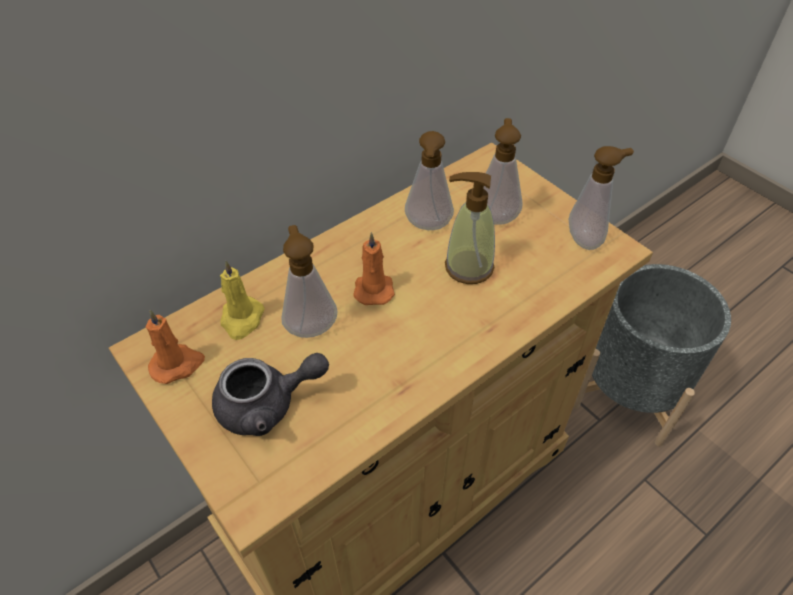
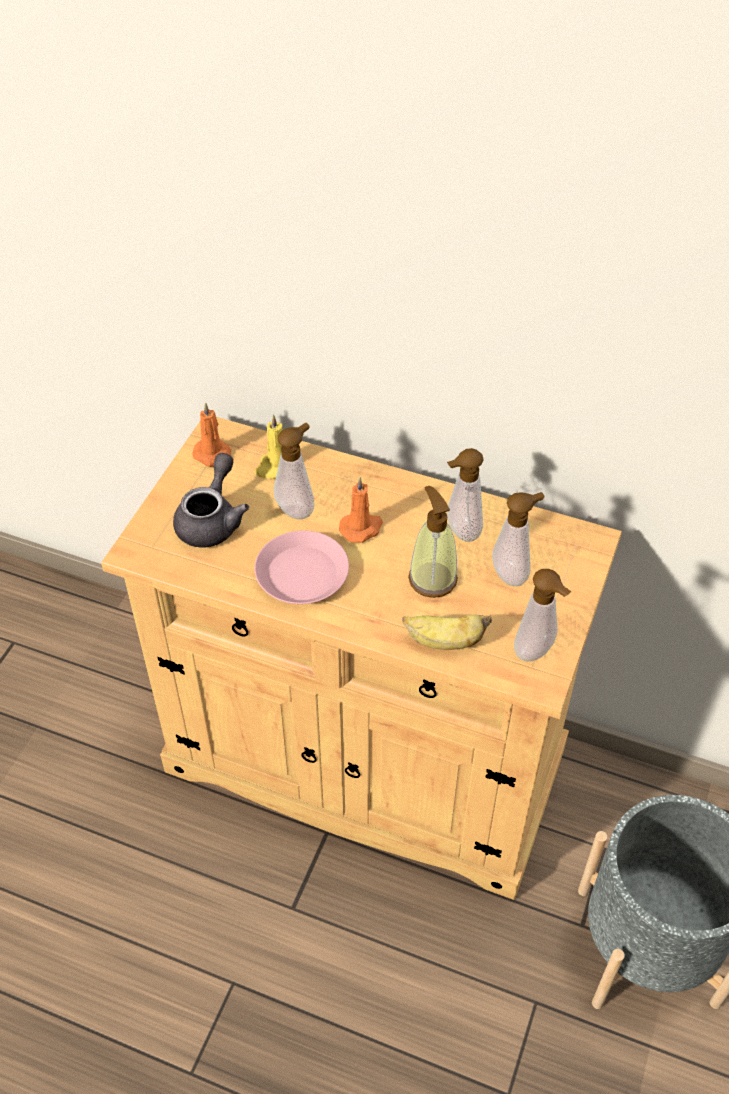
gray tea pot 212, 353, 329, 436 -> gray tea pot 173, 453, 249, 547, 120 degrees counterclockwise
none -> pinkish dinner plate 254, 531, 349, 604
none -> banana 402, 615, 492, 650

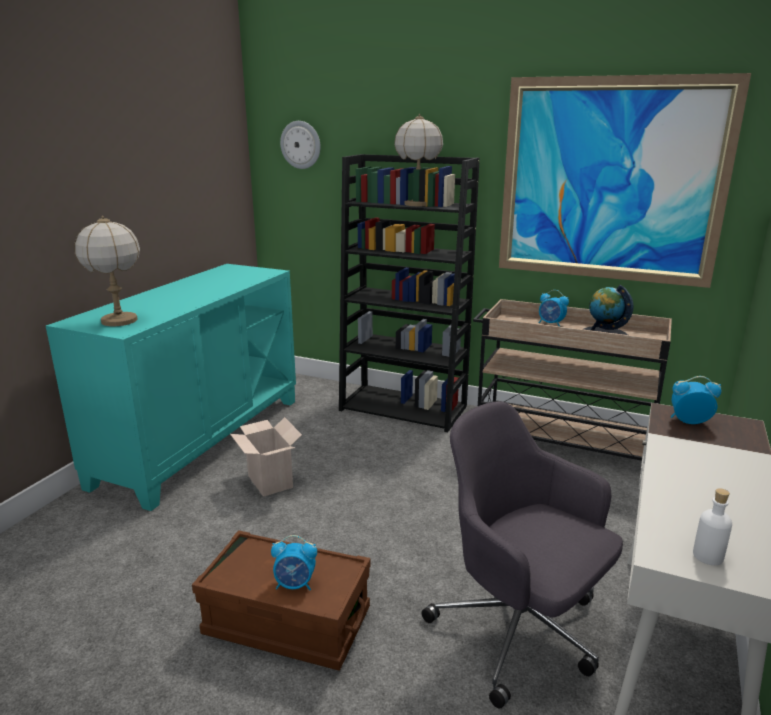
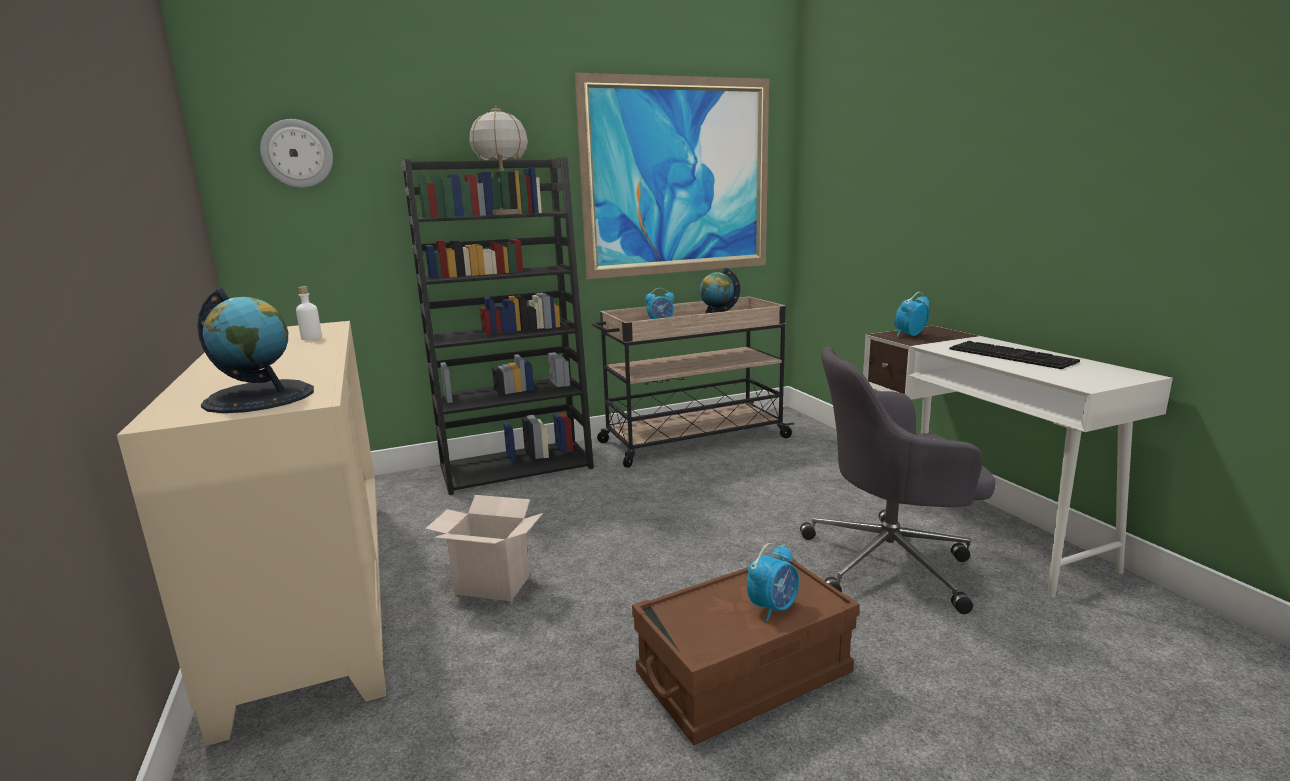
turquoise storage cabinet 46, 264, 296, 511 -> sand-coloured storage cabinet 117, 321, 386, 746
table lamp 74, 216, 140, 326 -> desk globe 197, 287, 314, 413
white-coloured beverage bottle 693, 488, 732, 565 -> white-coloured beverage bottle 296, 286, 322, 340, move
none -> computer keyboard 949, 341, 1080, 369

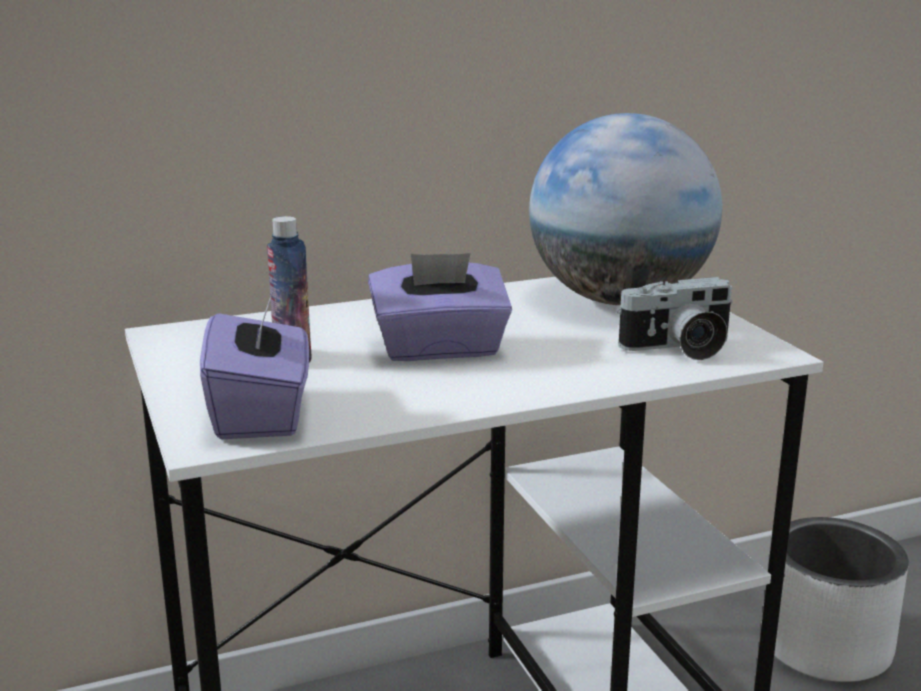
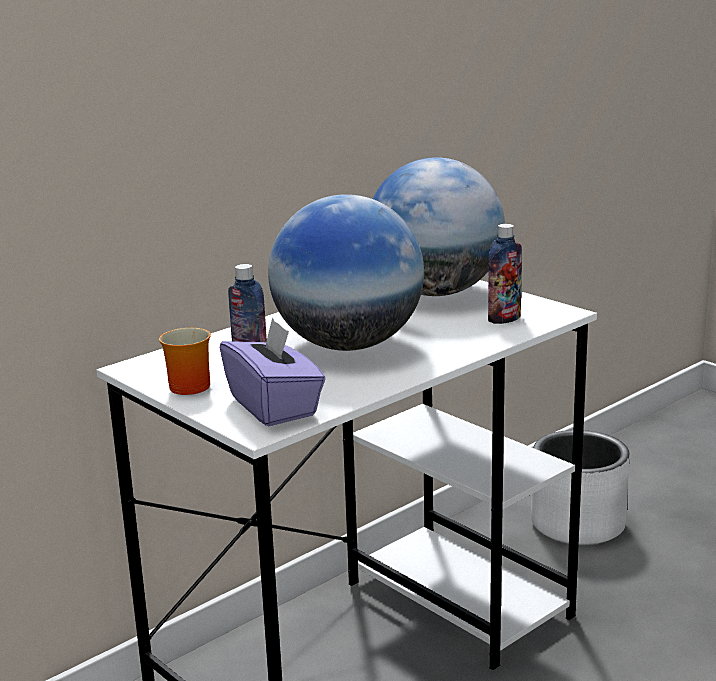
none -> coffee mug 159, 328, 211, 395
purplish tissue box 368, 253, 512, 361 -> desk globe 268, 194, 424, 351
still camera 617, 277, 733, 360 -> beverage bottle 488, 224, 522, 324

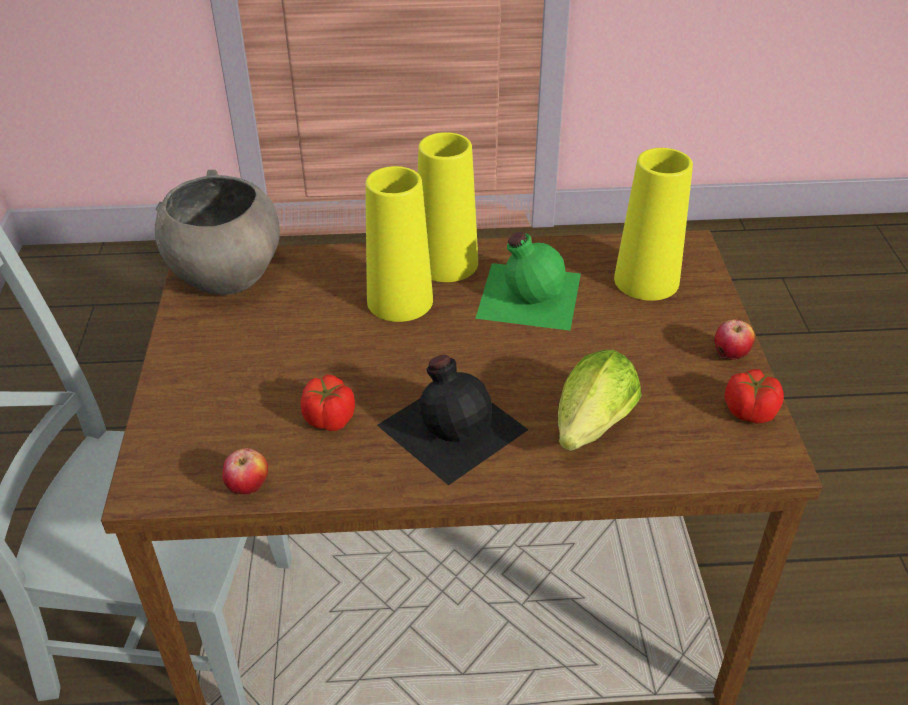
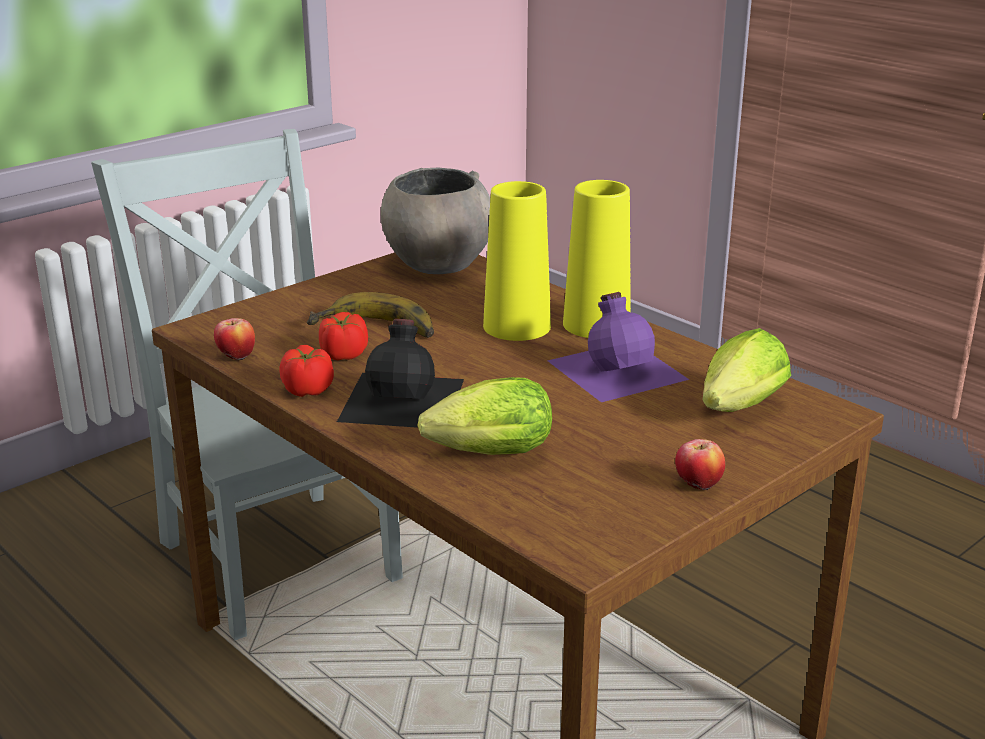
whole tomato 724, 369, 784, 423 -> whole tomato 280, 345, 334, 397, move
none -> banana 307, 292, 434, 338
green-coloured beverage bottle 475, 232, 581, 331 -> purplish beverage bottle 547, 292, 689, 402
yellow flower vase 614, 148, 693, 301 -> lettuce 702, 328, 791, 412

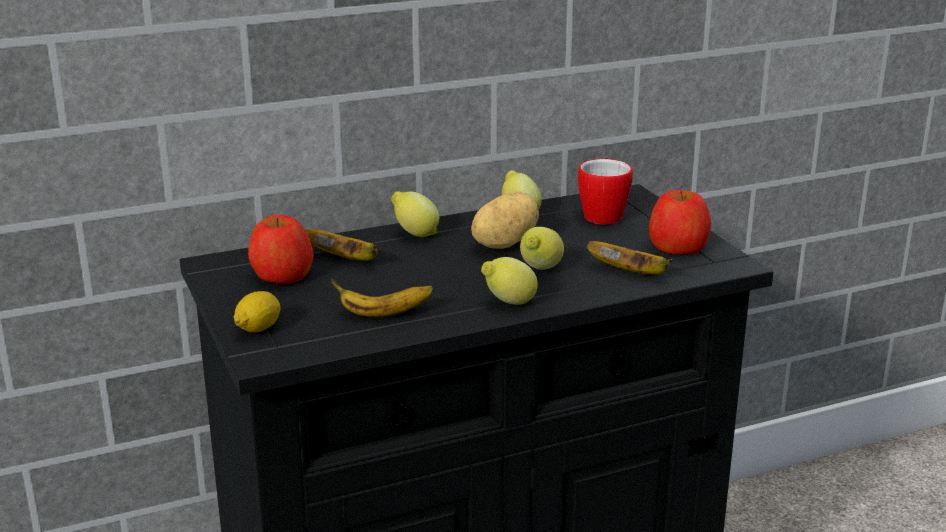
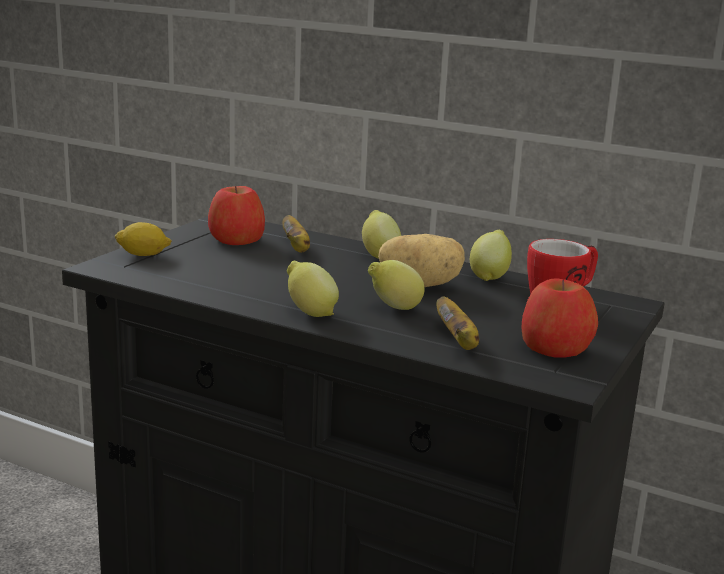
banana 331, 279, 434, 318 -> none

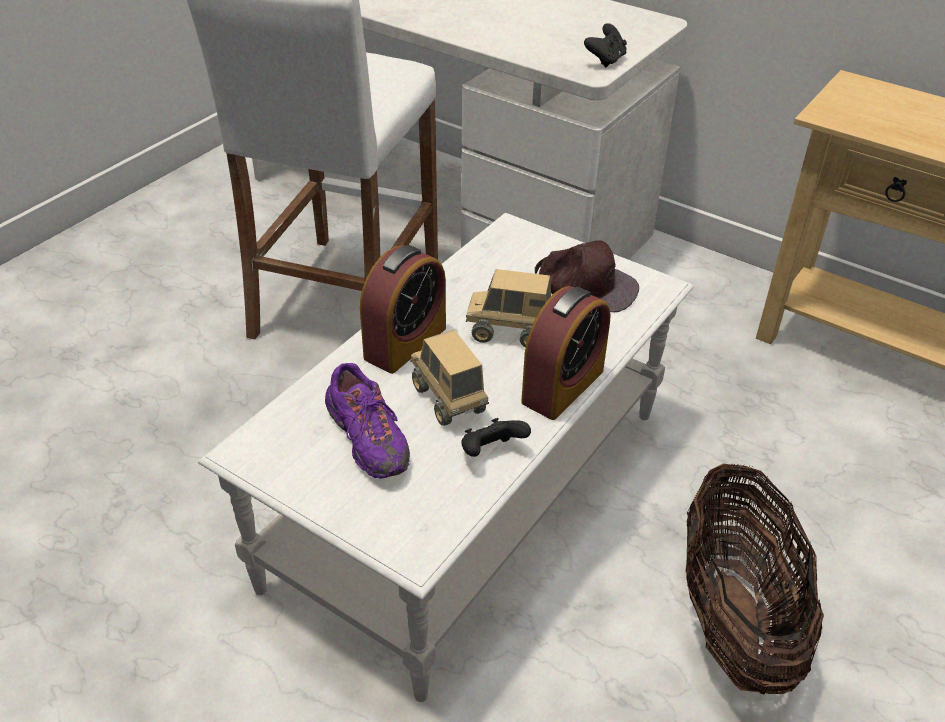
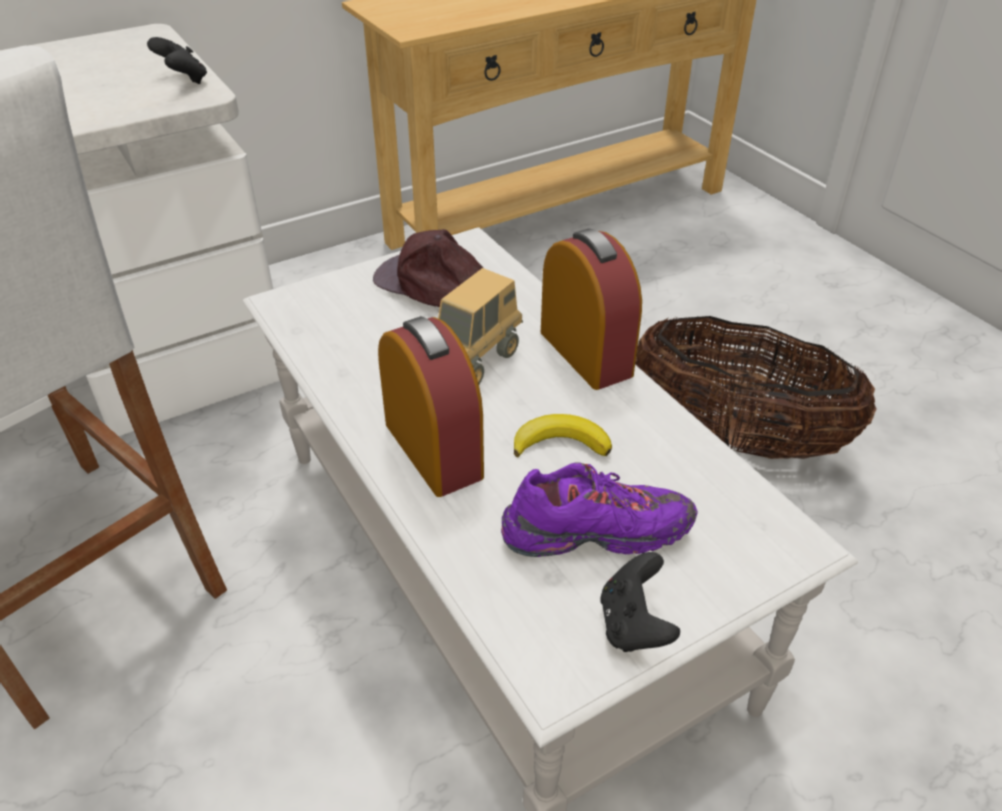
brown-coloured peaked cap 535, 240, 639, 312 -> brown-coloured peaked cap 373, 229, 483, 307, 105 degrees counterclockwise
toy lorry 410, 330, 489, 426 -> banana 514, 414, 612, 457
black game controller 461, 418, 531, 457 -> black game controller 600, 552, 680, 652, move

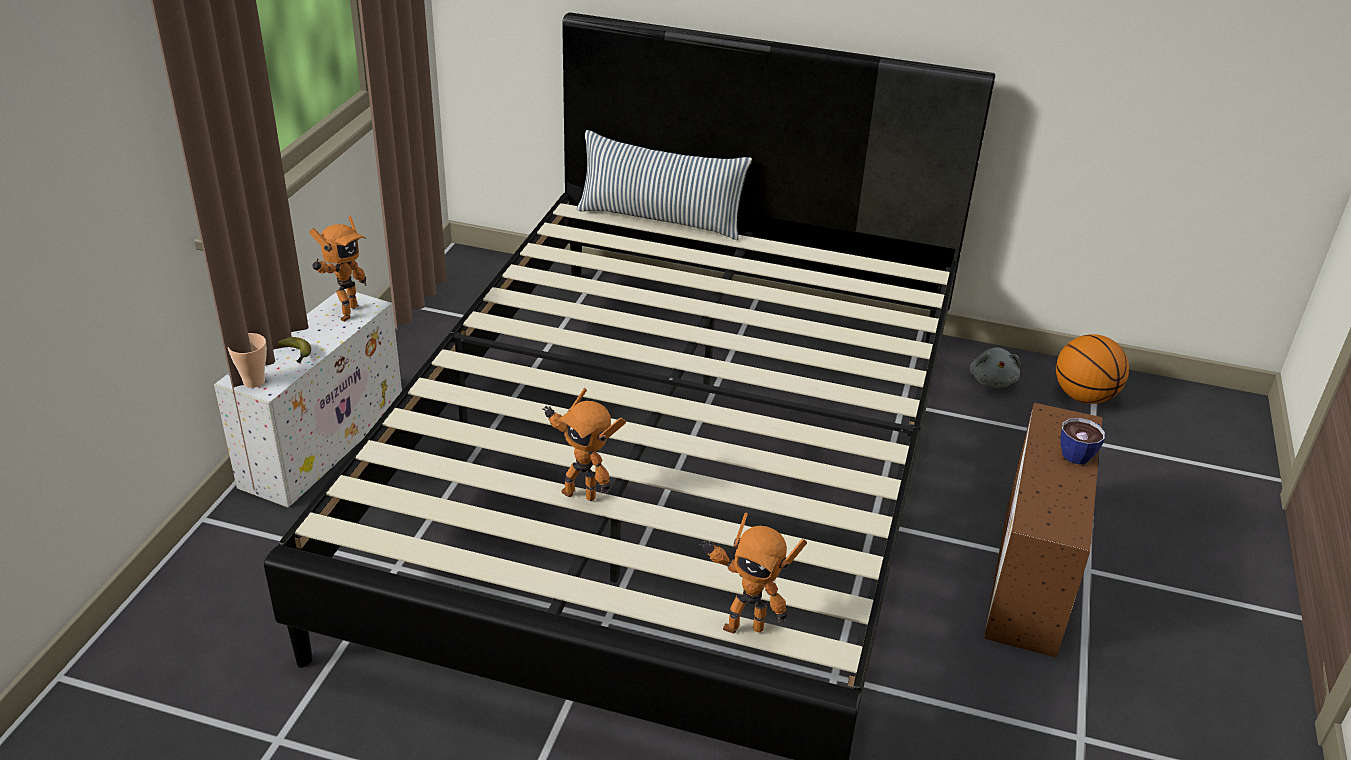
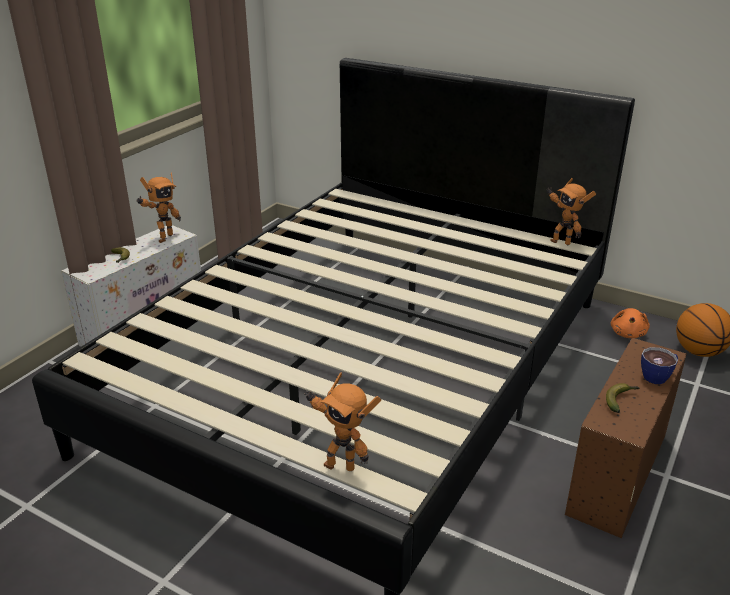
toy robot 543, 388, 626, 501 -> toy robot 546, 178, 596, 245, move
none -> banana 606, 383, 639, 413
gray soft toy 970, 347, 1021, 388 -> orangey soft toy 611, 308, 649, 338
small cup 228, 333, 267, 388 -> none
cushion 577, 130, 752, 240 -> none

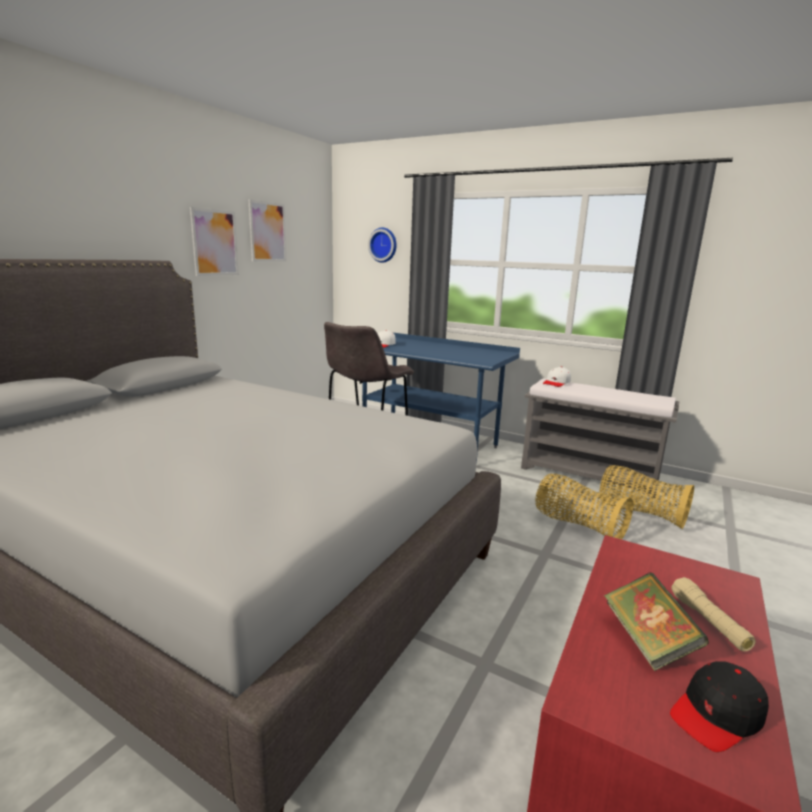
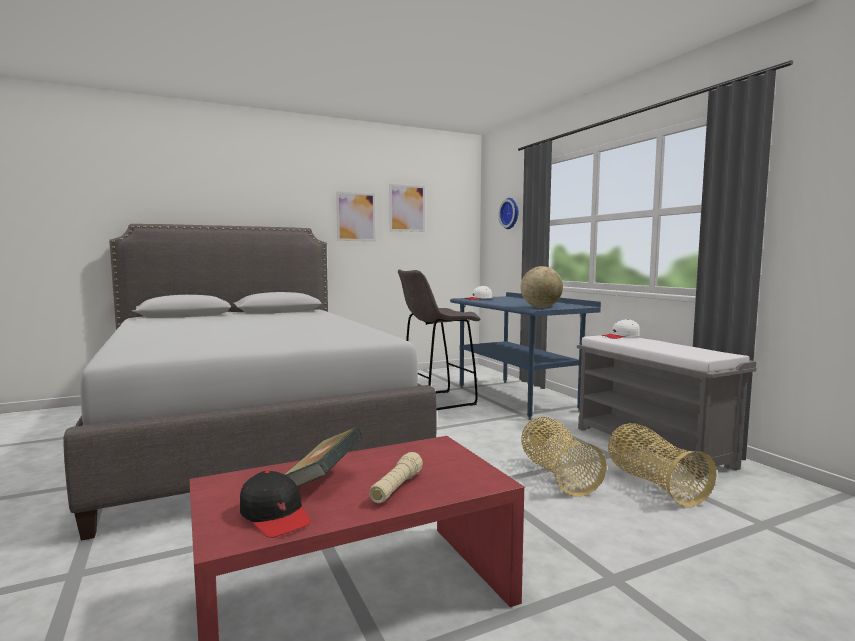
black peaked cap 670, 661, 769, 752 -> black peaked cap 240, 471, 311, 538, 135 degrees counterclockwise
none -> desk globe 521, 266, 563, 308

